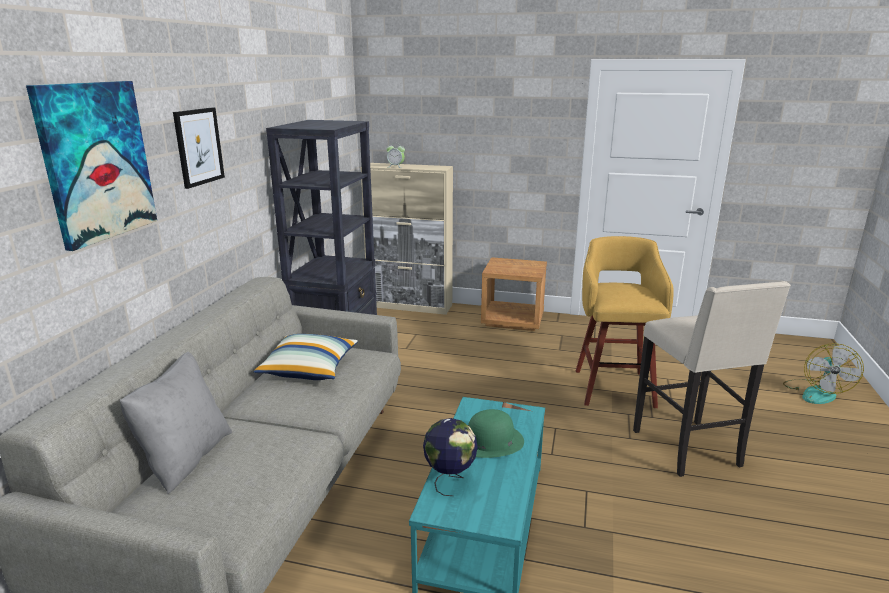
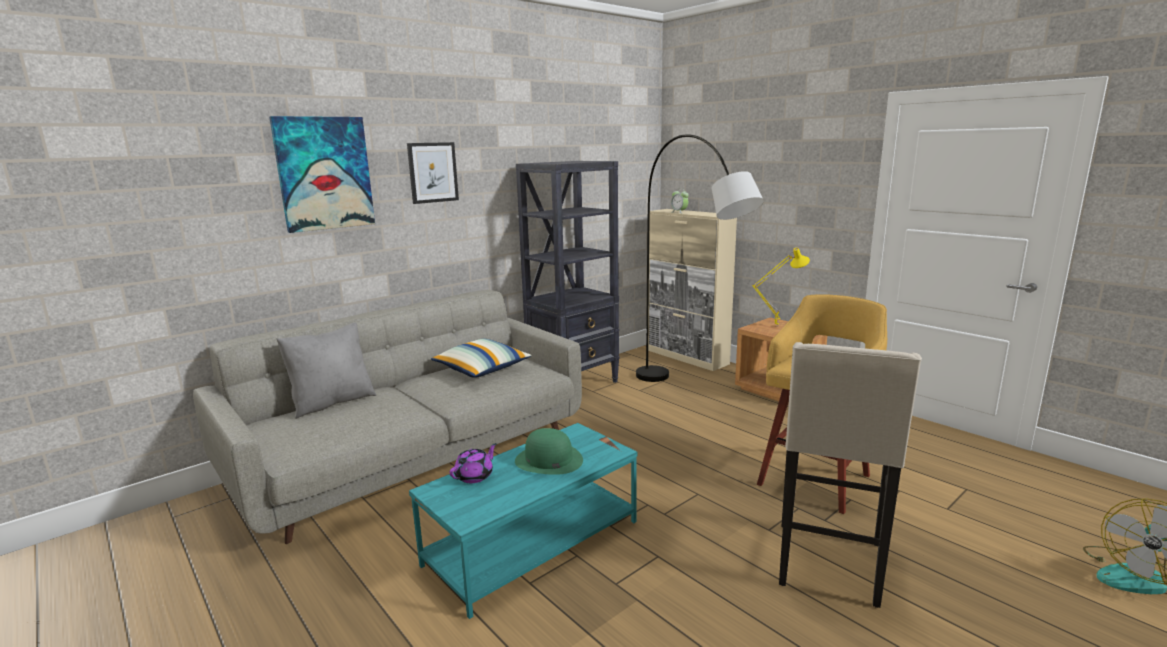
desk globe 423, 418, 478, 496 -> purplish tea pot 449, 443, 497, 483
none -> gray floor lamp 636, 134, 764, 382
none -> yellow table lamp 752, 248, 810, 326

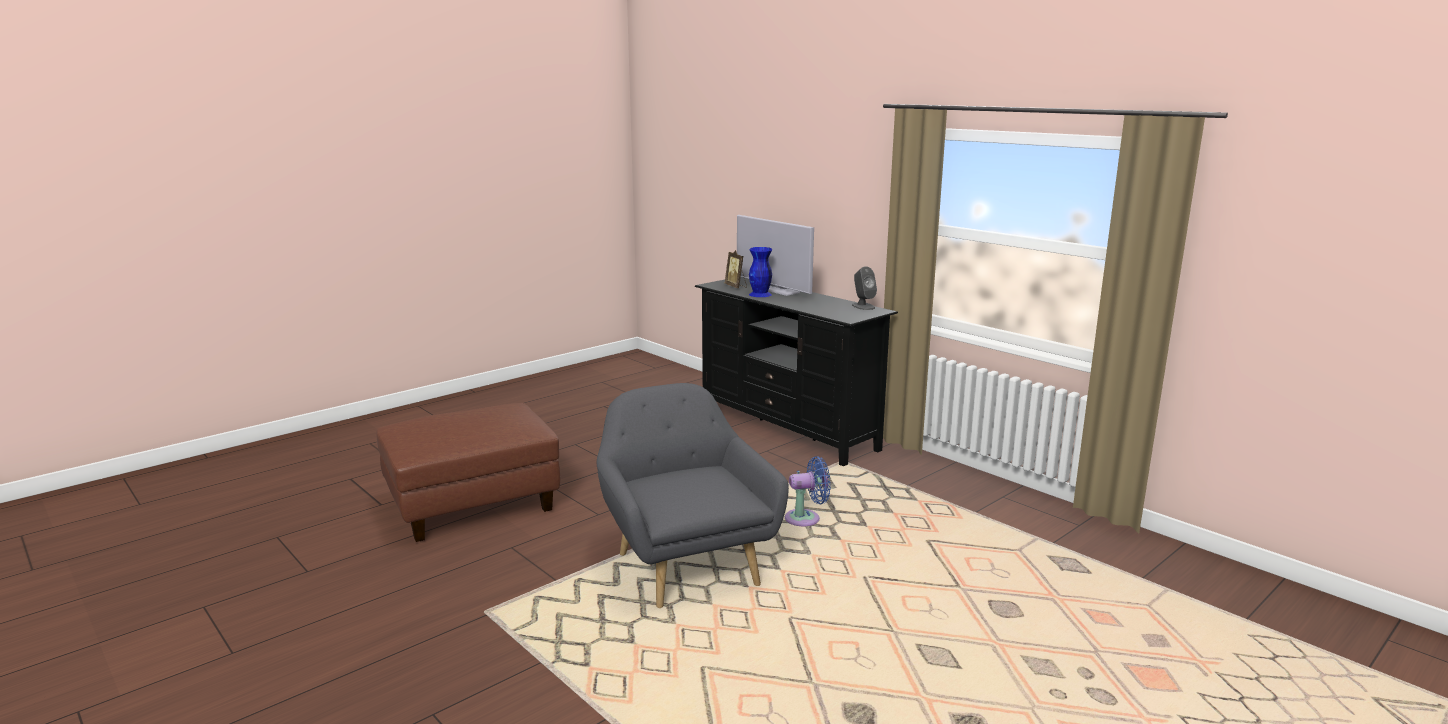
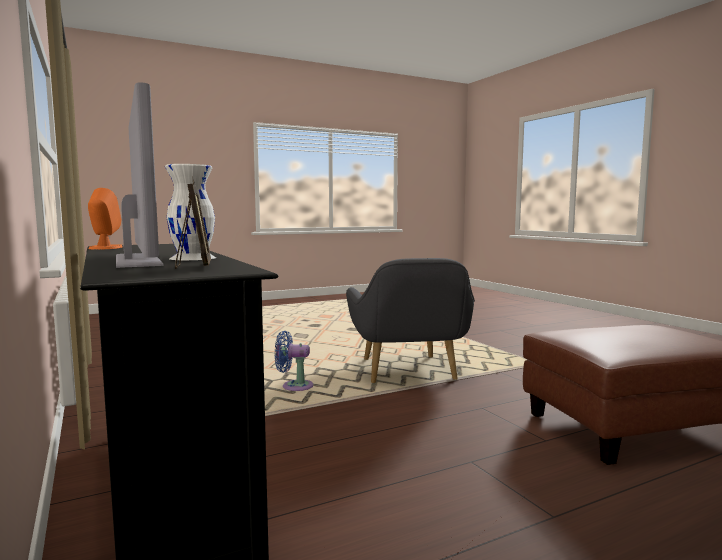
gray audio speaker 852, 266, 877, 310 -> orangey audio speaker 88, 188, 123, 250
blue-coloured flower vase 749, 247, 772, 297 -> white-coloured flower vase 165, 164, 216, 260

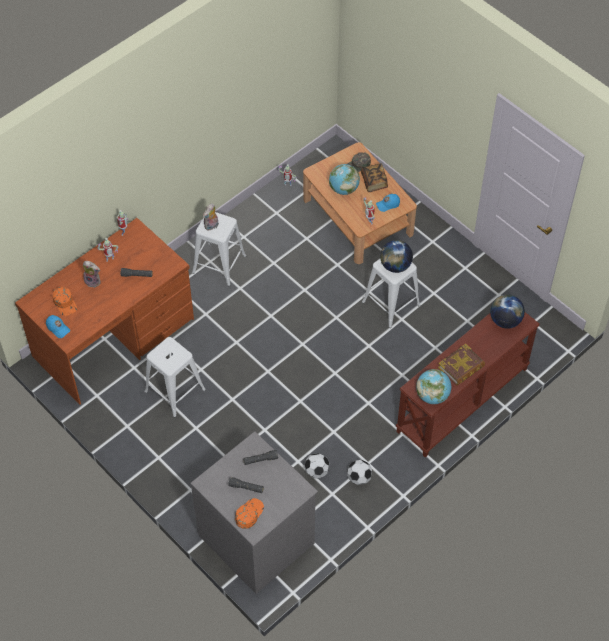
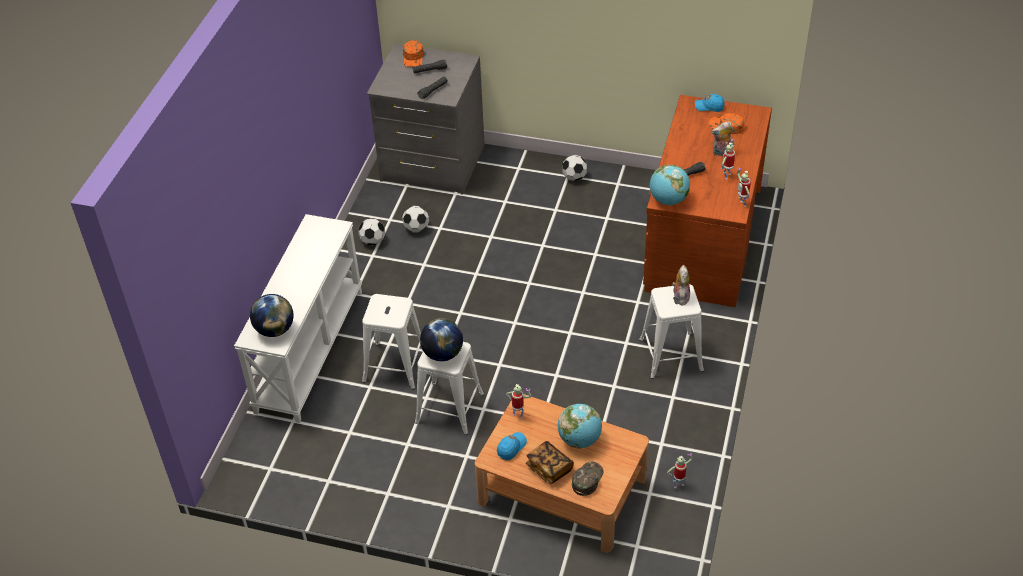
brown-coloured narrow table 396, 312, 539, 458 -> white-coloured narrow table 234, 214, 362, 423
white-coloured stool seat 144, 337, 206, 417 -> white-coloured stool seat 362, 294, 421, 389, move
none -> football 562, 155, 587, 181
desk globe 416, 369, 451, 404 -> desk globe 649, 165, 690, 205, move
book 438, 344, 485, 385 -> none

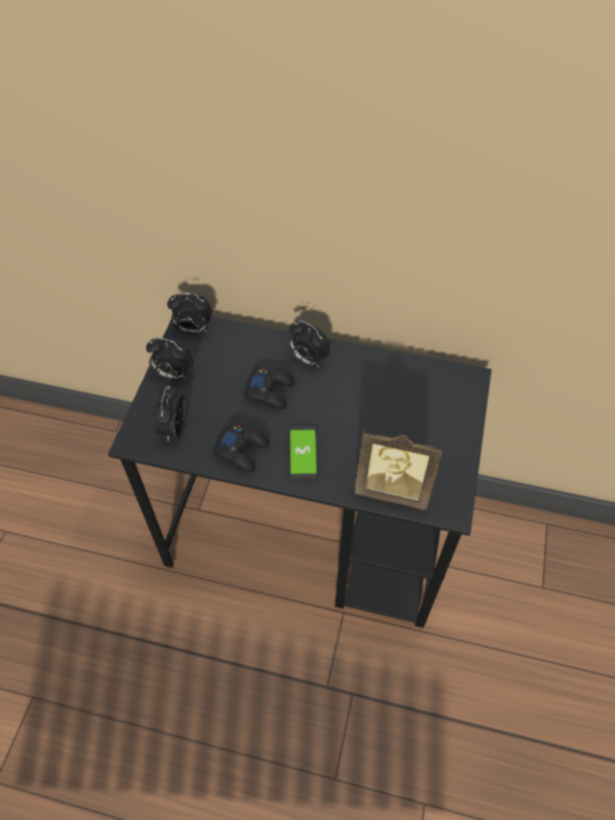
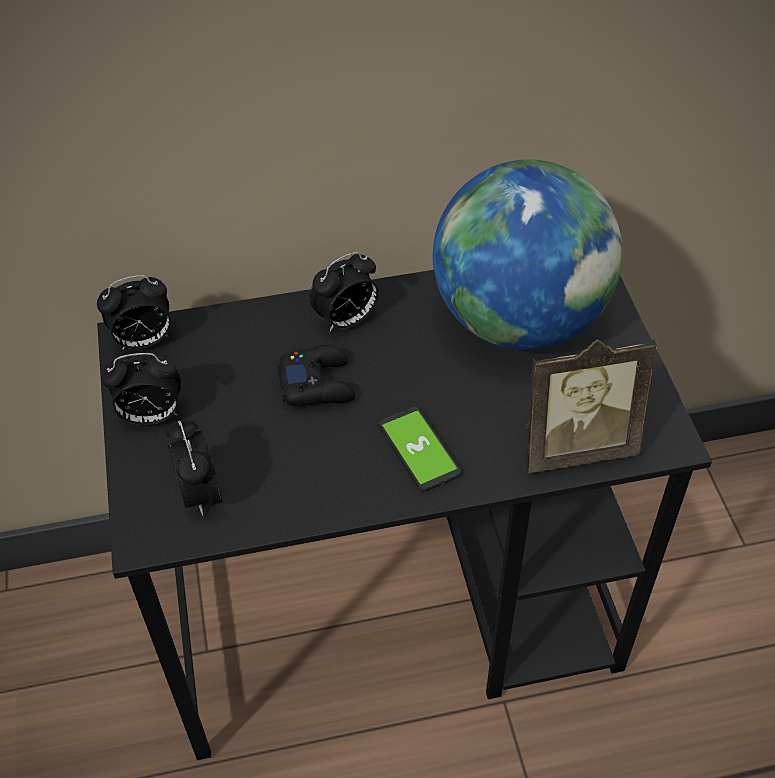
bedside clock 288, 320, 331, 368 -> bedside clock 309, 252, 379, 332, 45 degrees counterclockwise
none -> desk globe 433, 159, 623, 350
black game controller 213, 423, 270, 472 -> none

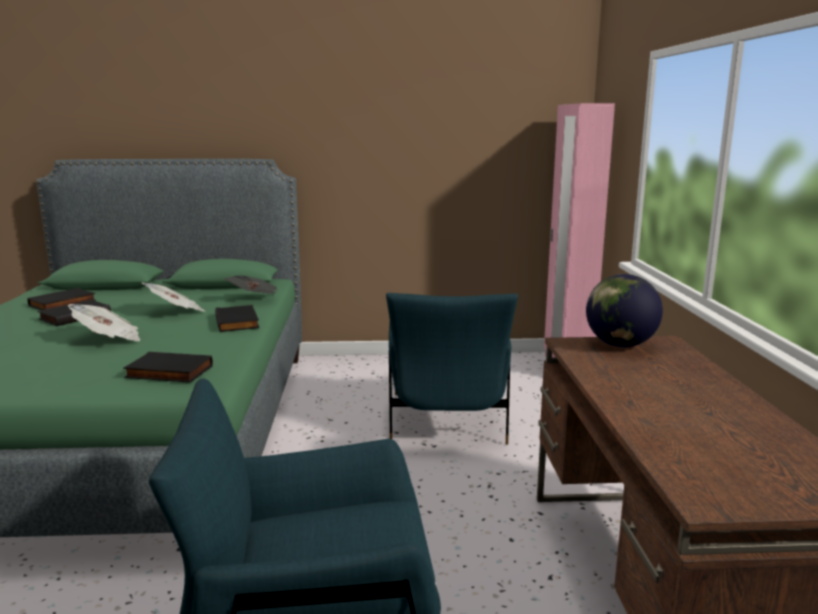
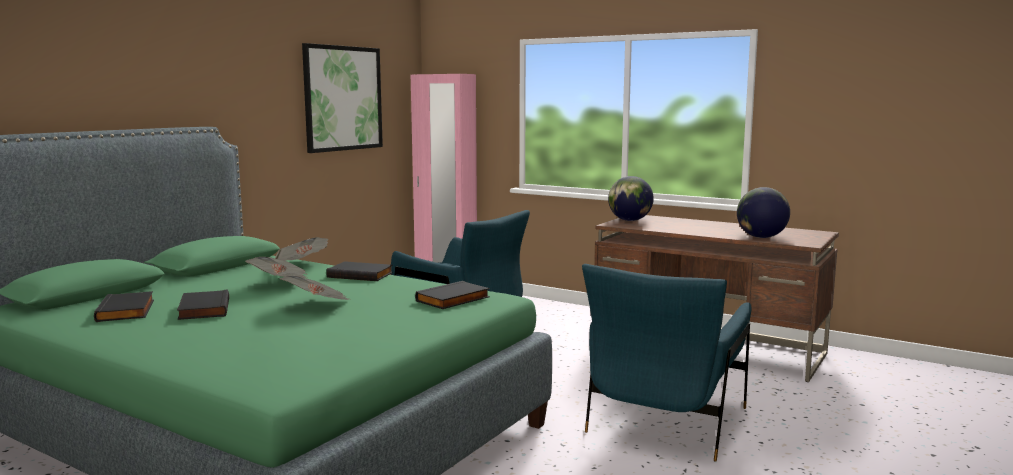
none -> wall picture 302, 43, 383, 153
none -> desk globe 737, 187, 790, 238

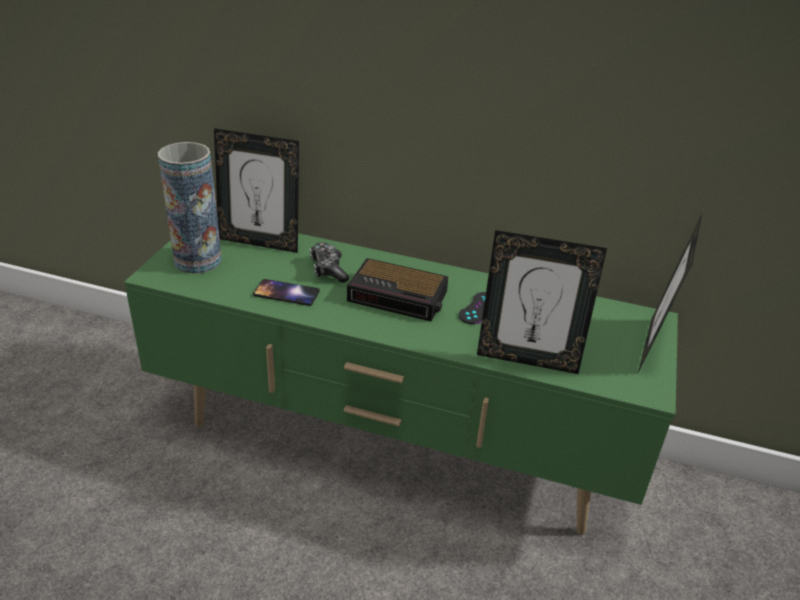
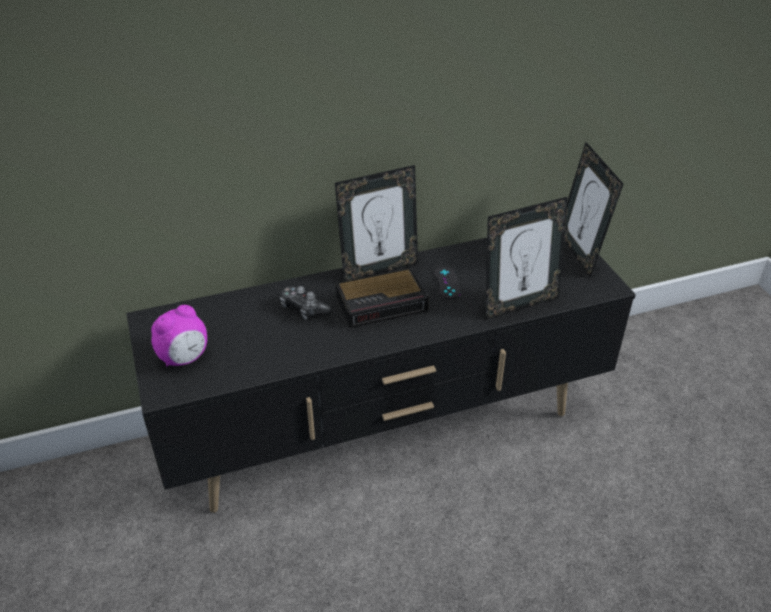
green-coloured tv stand 124, 216, 678, 535 -> black tv stand 126, 238, 636, 513
flower vase 158, 142, 222, 274 -> bedside clock 151, 305, 207, 367
photo frame 214, 128, 299, 253 -> photo frame 335, 165, 418, 282, move
phone 253, 279, 320, 306 -> none

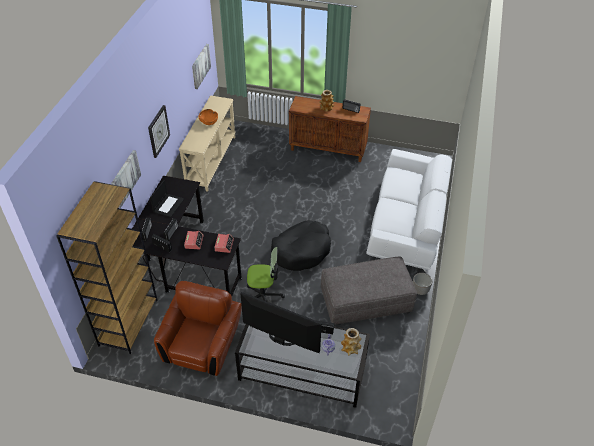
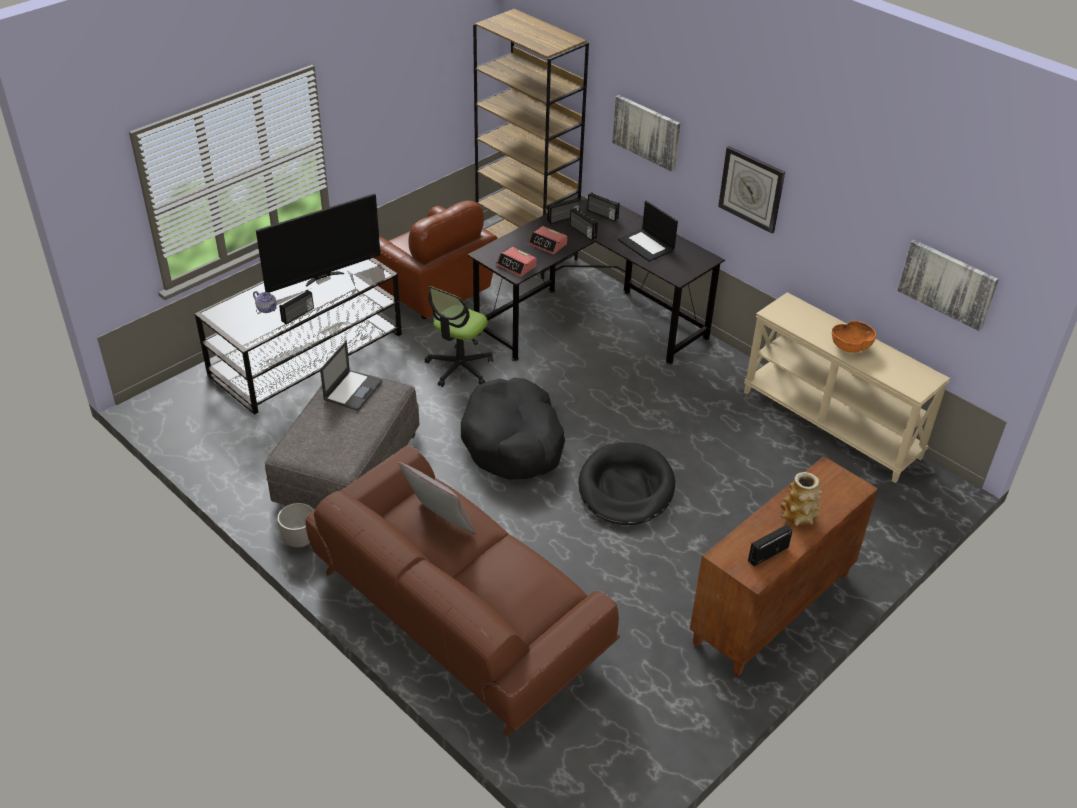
white-coloured couch 366, 149, 452, 272 -> brown-coloured couch 305, 445, 620, 737
none -> laptop 320, 341, 382, 411
none -> gray cushion 398, 462, 476, 534
none -> black dog bed 578, 443, 675, 525
flower vase 341, 328, 361, 356 -> none

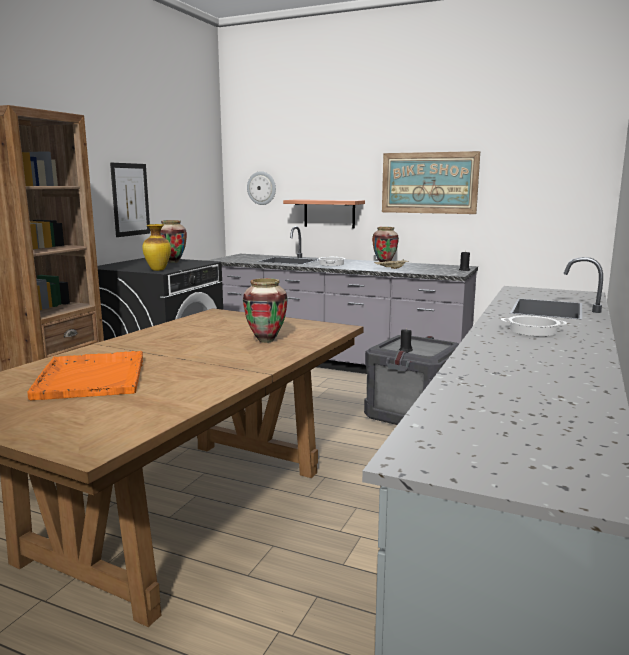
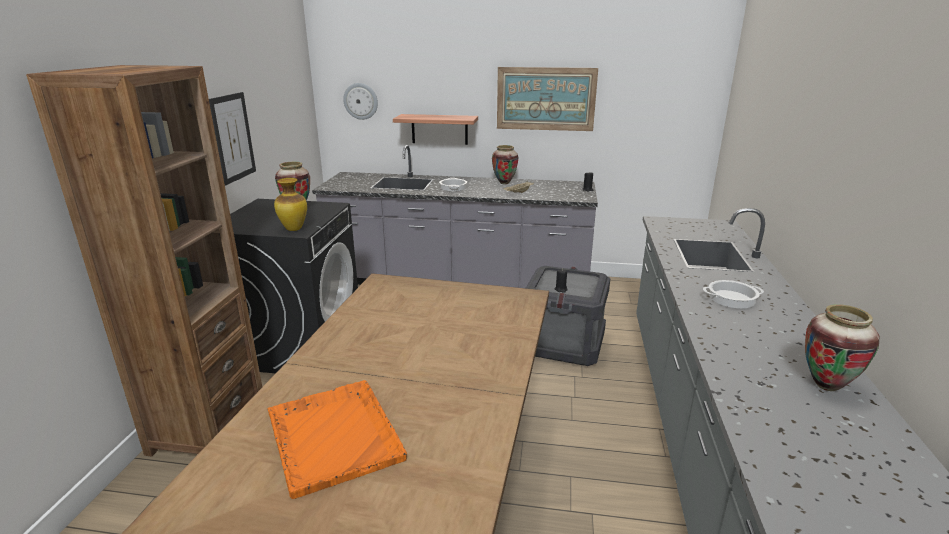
flower vase 243, 278, 288, 343 -> flower vase 805, 304, 879, 391, move

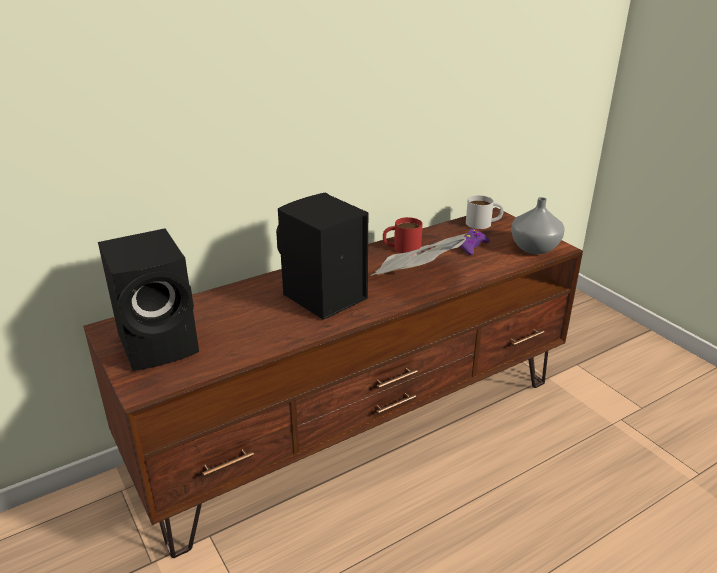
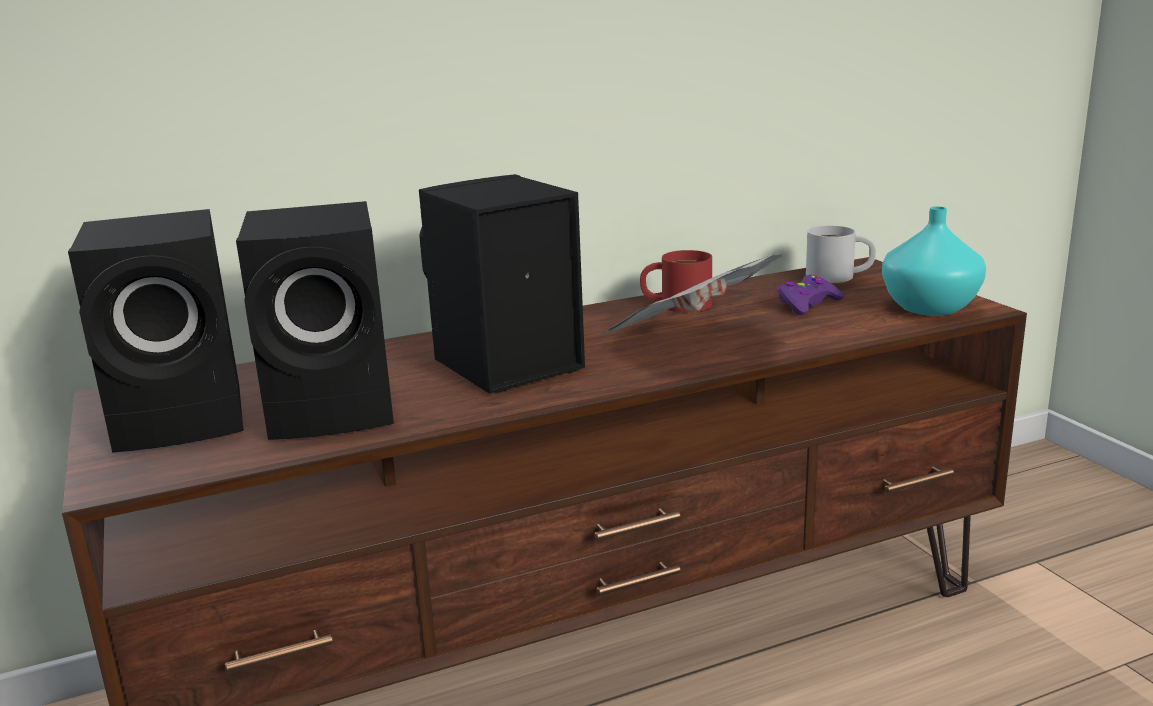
none -> black audio speaker 236, 201, 394, 440
gray flower vase 511, 197, 565, 254 -> turquoise flower vase 882, 206, 986, 316

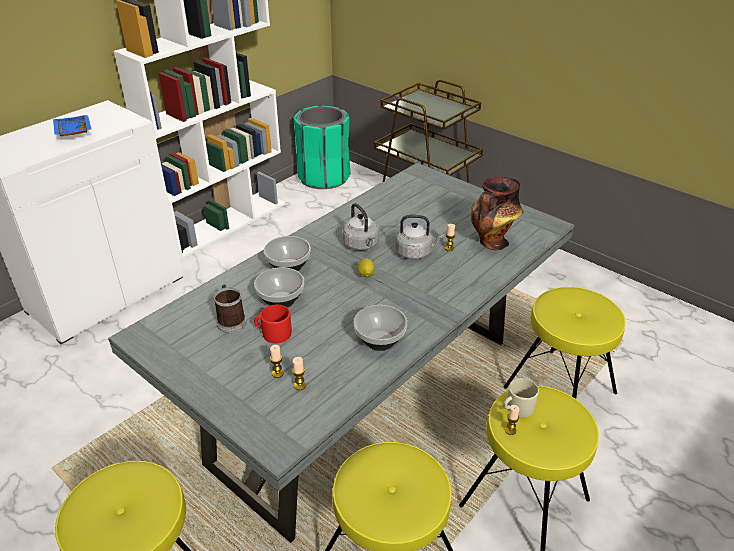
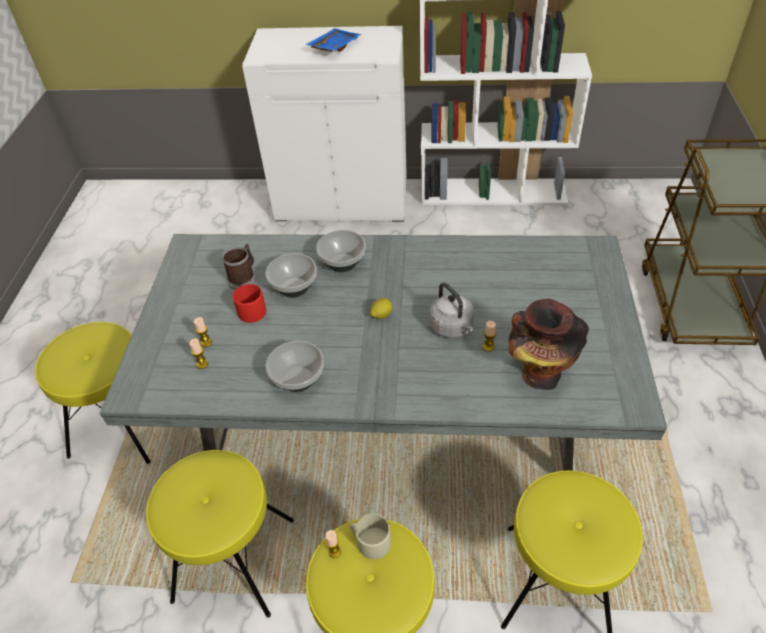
green-coloured rubbish bin 294, 106, 350, 189 -> none
gray tea kettle 343, 203, 379, 251 -> none

